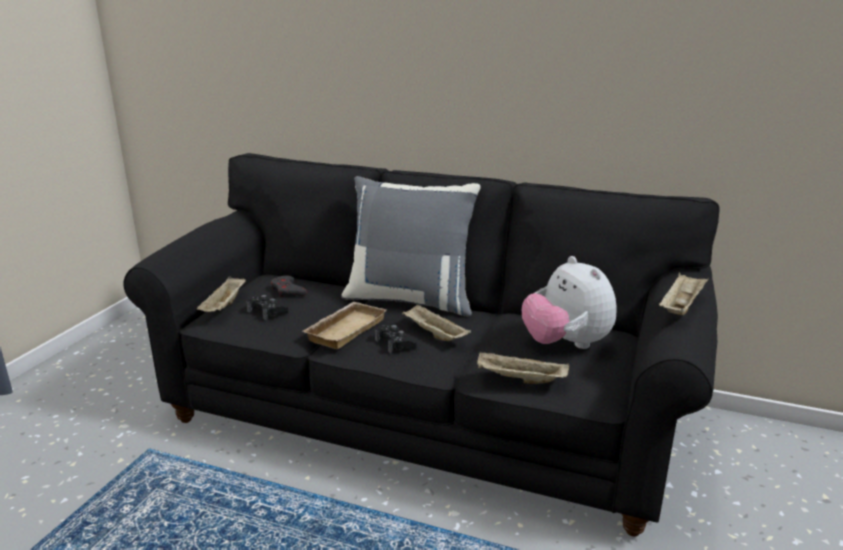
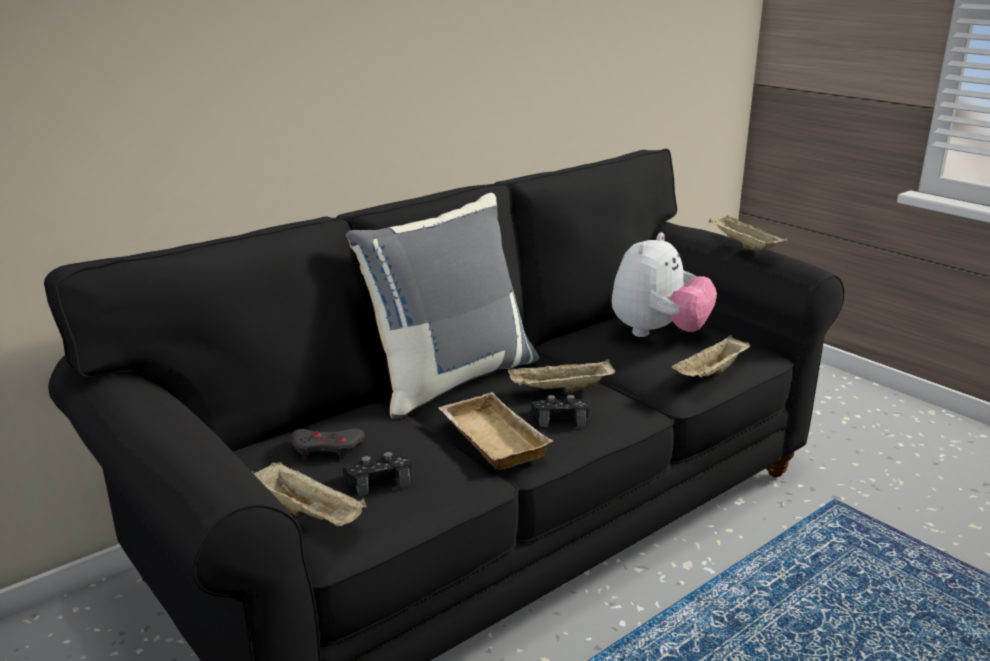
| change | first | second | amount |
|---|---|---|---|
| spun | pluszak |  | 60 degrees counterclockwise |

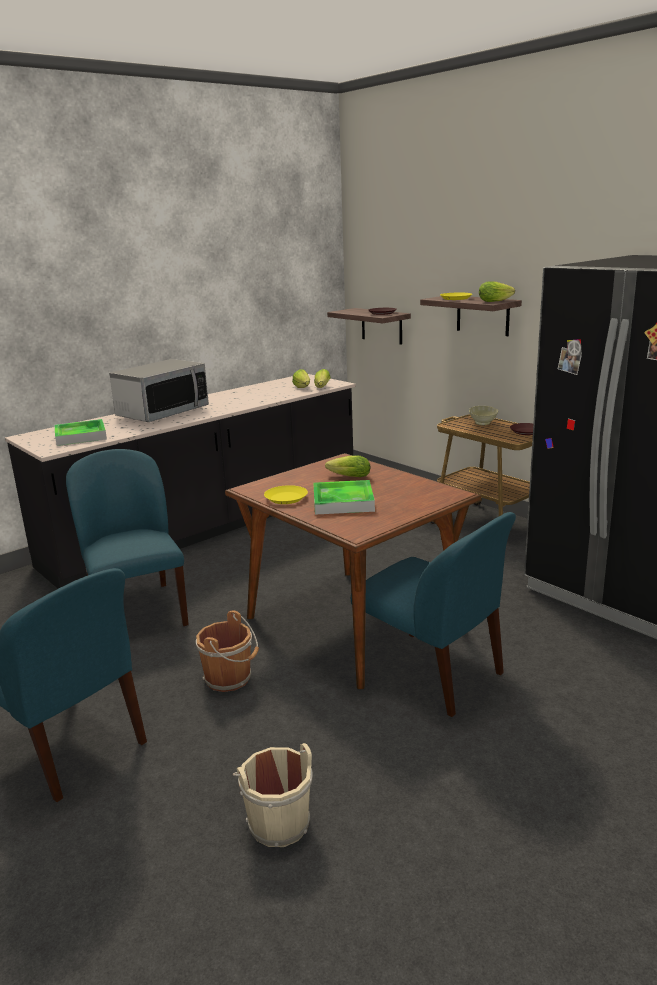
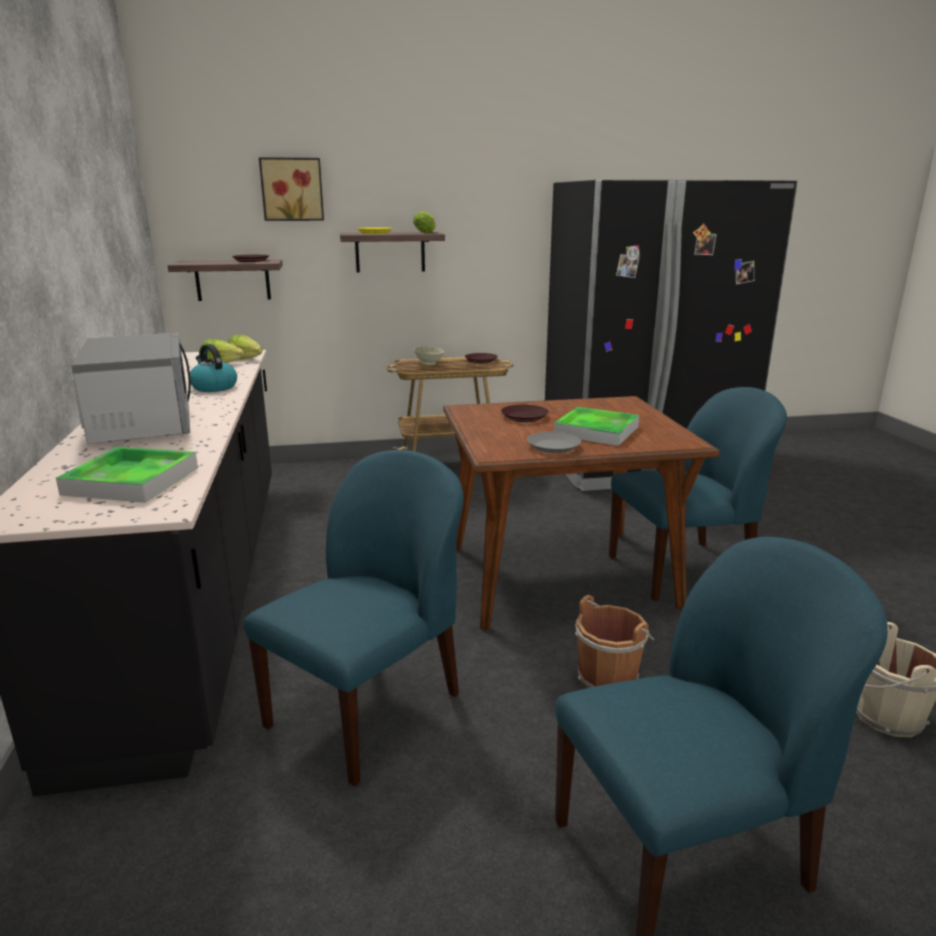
| change | first | second | amount |
|---|---|---|---|
| spun | krzesło [niebieski] (no. 2 from left in the first image) | krzesło [niebieski] (no. 1 from left) | 120 degrees clockwise |
| colour | talerz [żółty] (no. 1 from left) | talerz [szary] |  |
| exchanged | sałata (no. 3 from left) | talerz [brązowy] (no. 3 from left) |  |
| appeared |  | czajnik |  |
| appeared |  | obraz |  |

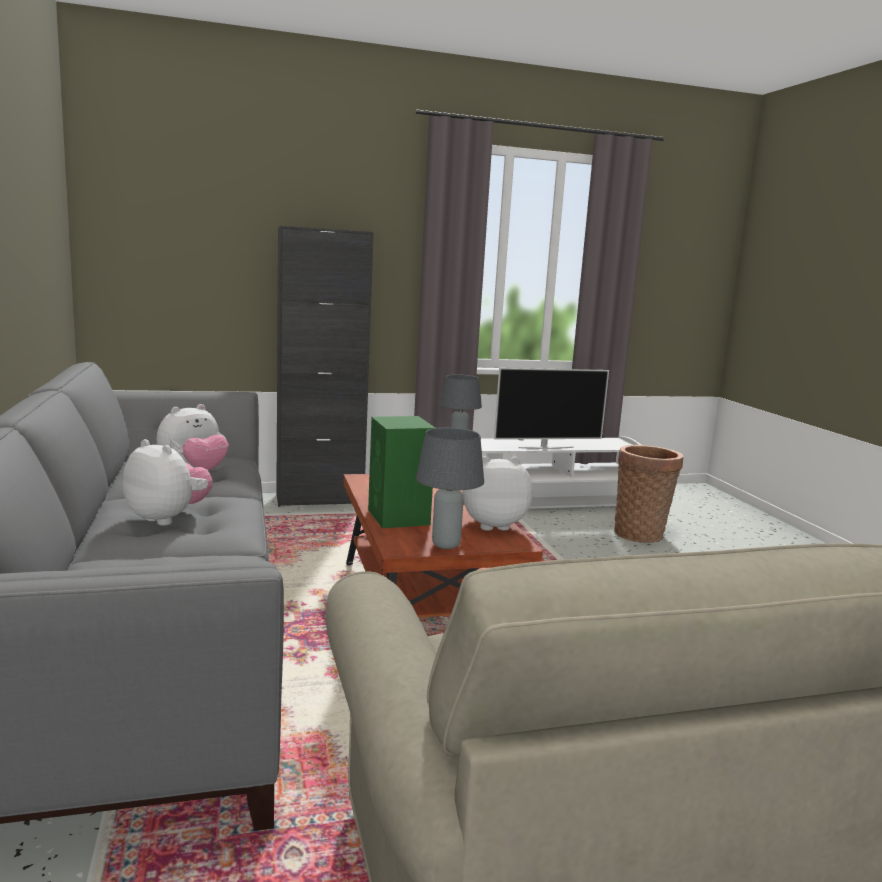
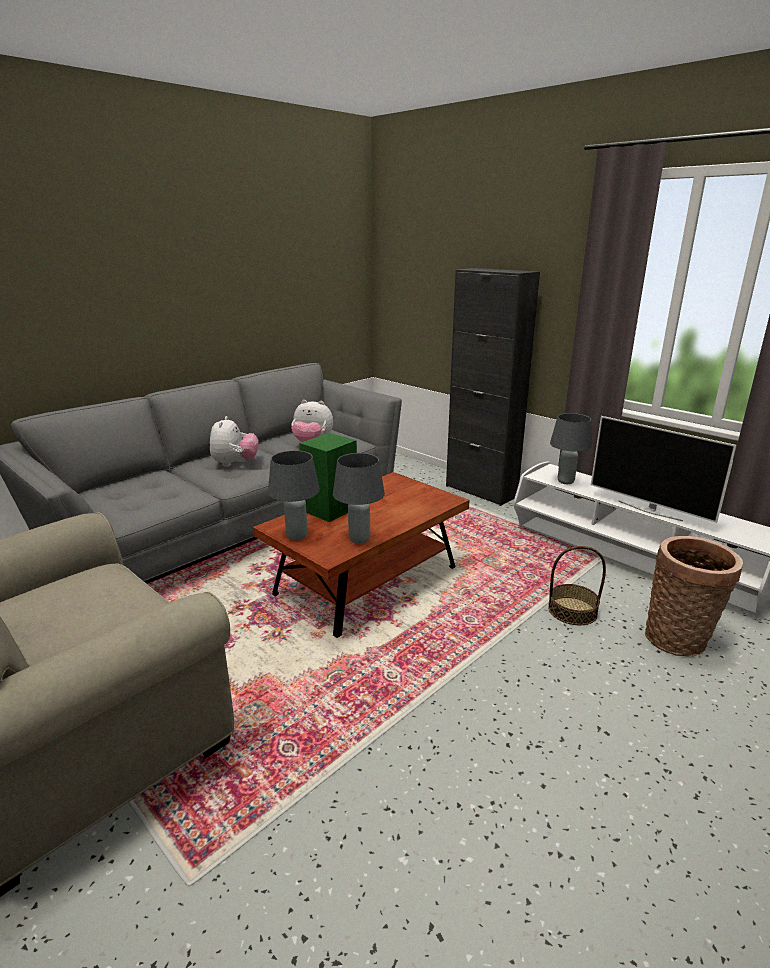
| change | first | second | amount |
|---|---|---|---|
| exchanged | pluszak (no. 3 from left) | lampa stołowa [szary] (no. 2 from left) |  |
| appeared |  | koszyk (no. 1 from left) |  |

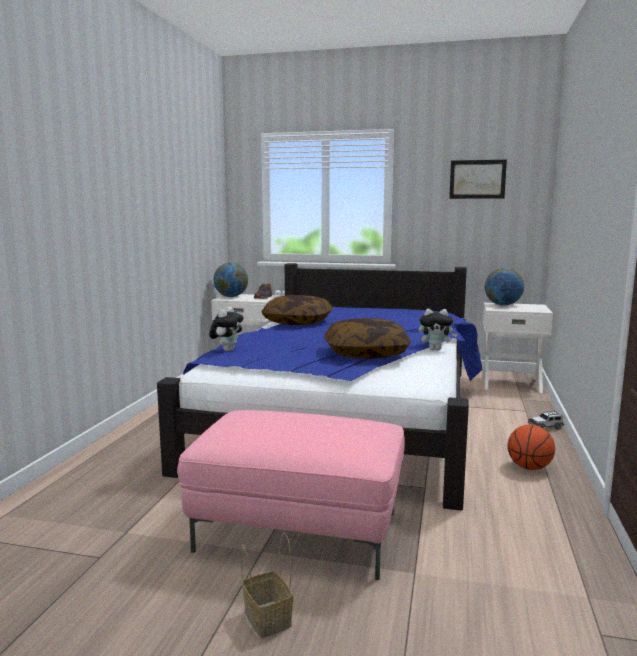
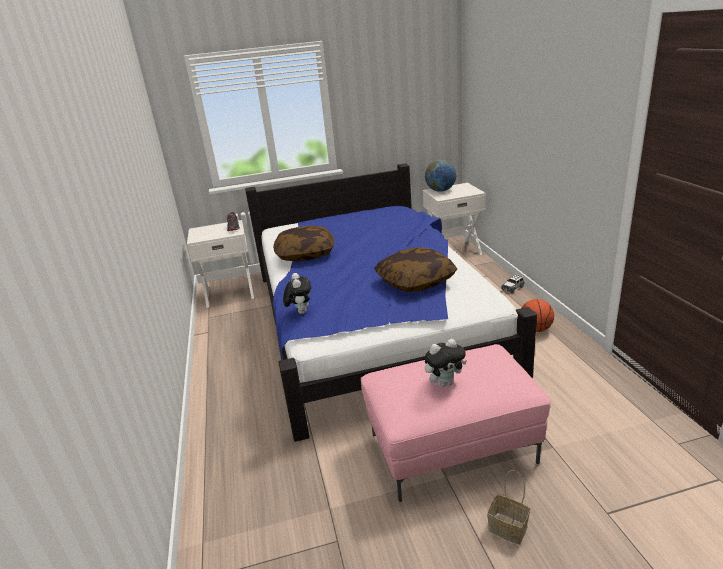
| change | first | second | amount |
|---|---|---|---|
| missing | globus (no. 1 from left) |  |  |
| relocated | pluszak (no. 2 from left) |  |  |
| missing | obraz |  |  |

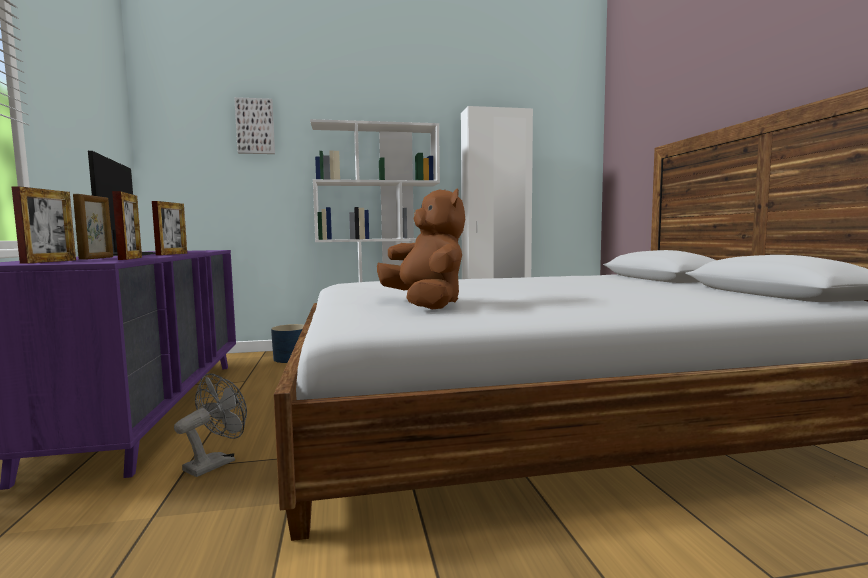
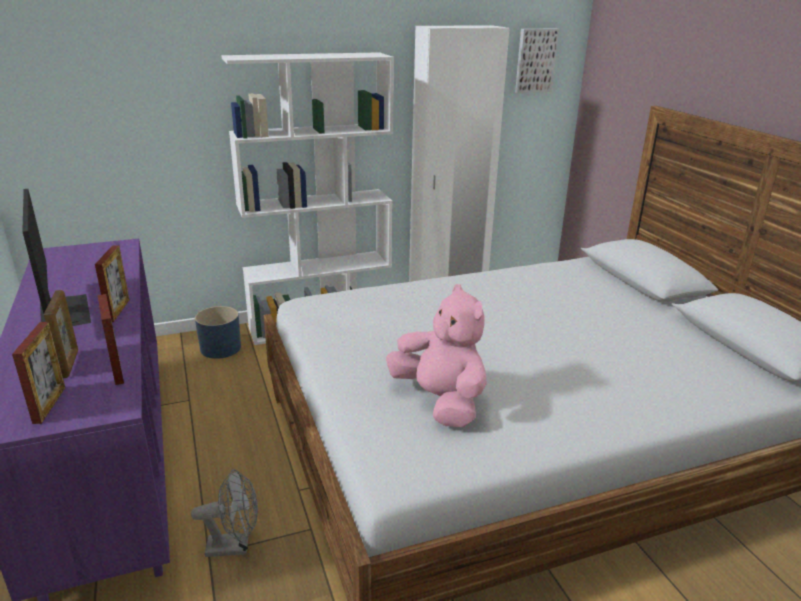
| change | first | second | amount |
|---|---|---|---|
| spun | wentylator [szary] |  | 60 degrees clockwise |
| relocated | obraz |  |  |
| colour | pluszak [brązowy] | pluszak [różowy] |  |

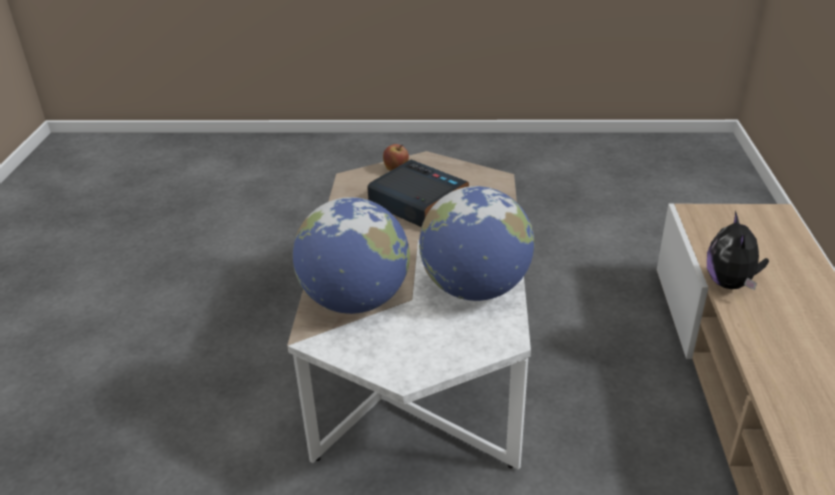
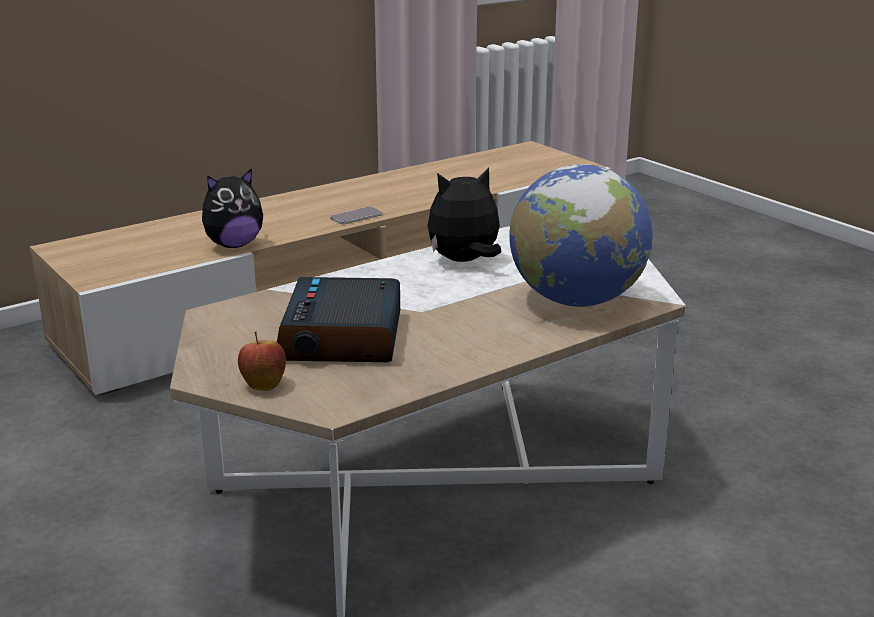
| change | first | second | amount |
|---|---|---|---|
| exchanged | globus (no. 2 from left) | pluszak (no. 2 from left) |  |
| appeared |  | telefon |  |

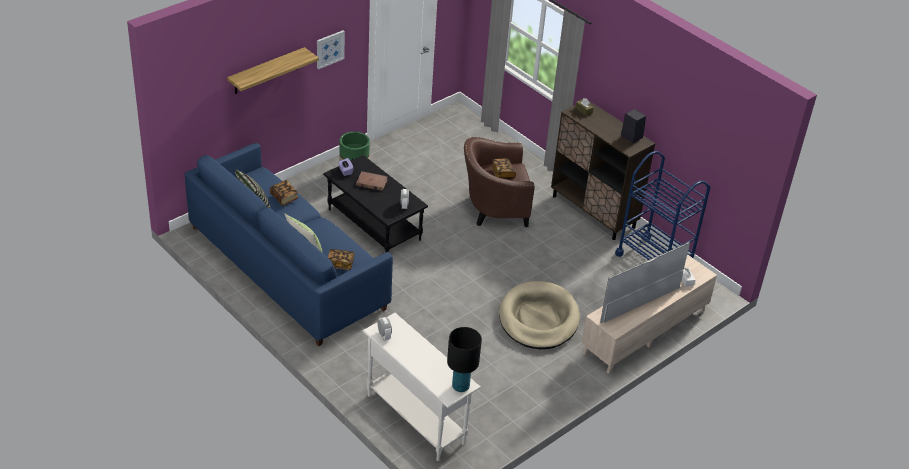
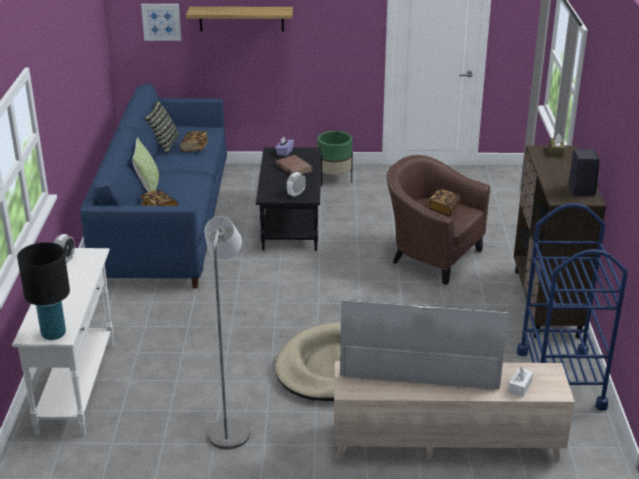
| change | first | second | amount |
|---|---|---|---|
| relocated | obraz |  |  |
| appeared |  | lampa stojąca [szary] |  |

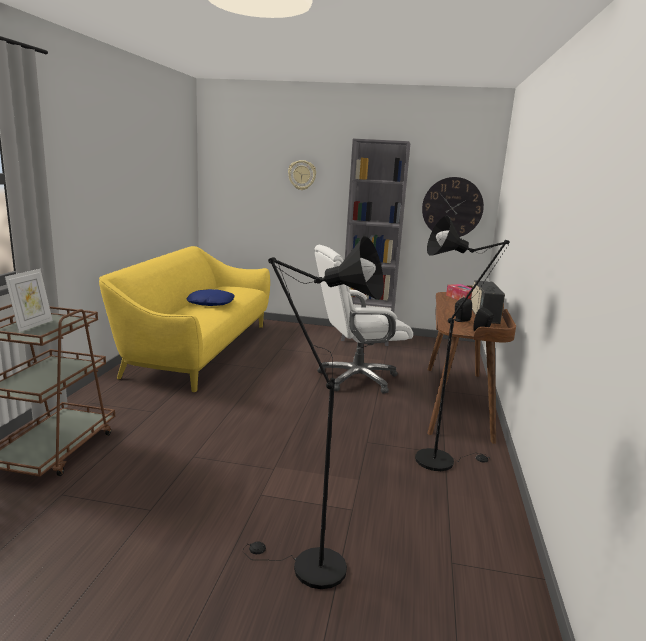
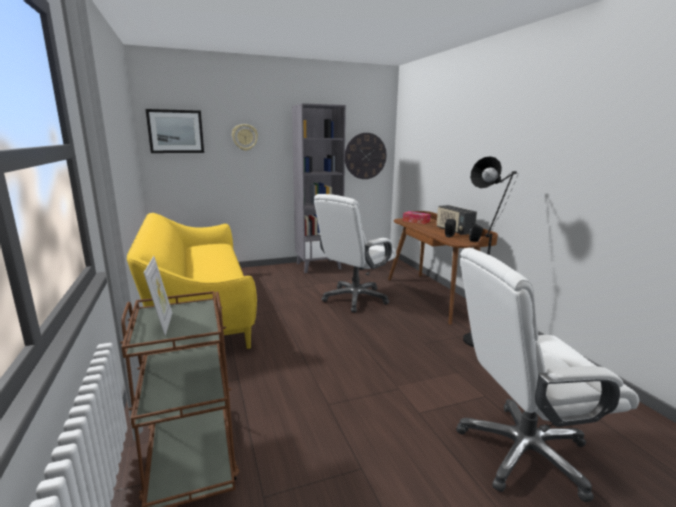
| change | first | second | amount |
|---|---|---|---|
| missing | poduszka [niebieski] |  |  |
| exchanged | lampa stojąca [czarny] (no. 1 from left) | krzesło biurowe [biały] (no. 2 from left) |  |
| appeared |  | obraz |  |

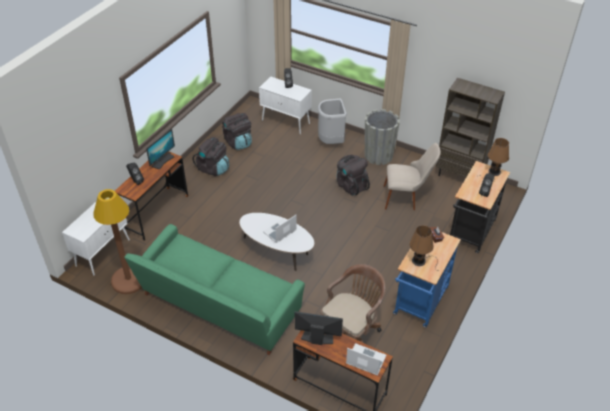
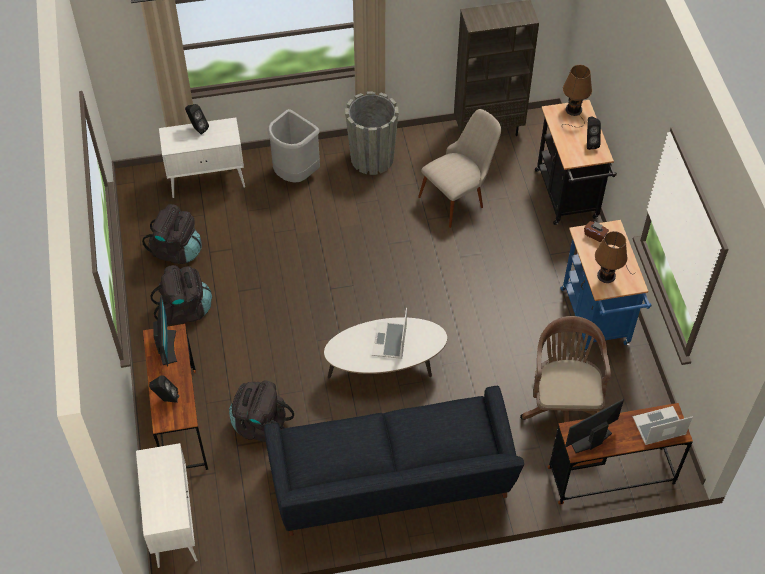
| change | first | second | amount |
|---|---|---|---|
| missing | lampa stojąca [brązowy] |  |  |
| colour | kanapa [zielony] | kanapa [czarny] |  |
| relocated | plecak [czarny] (no. 3 from left) |  |  |

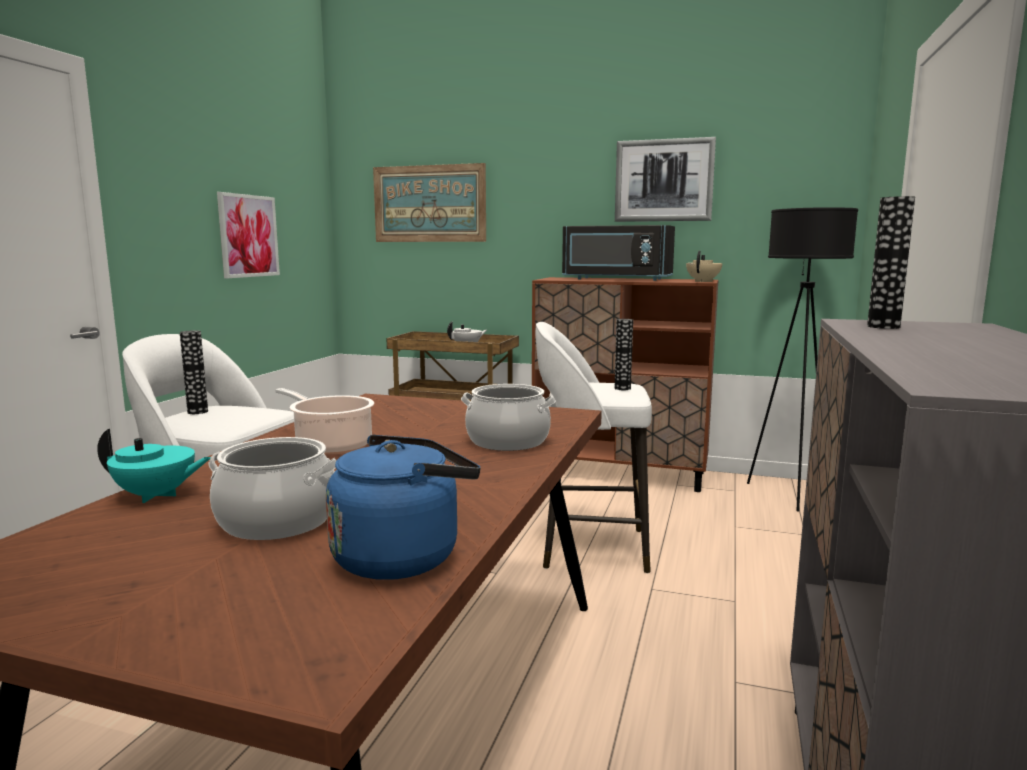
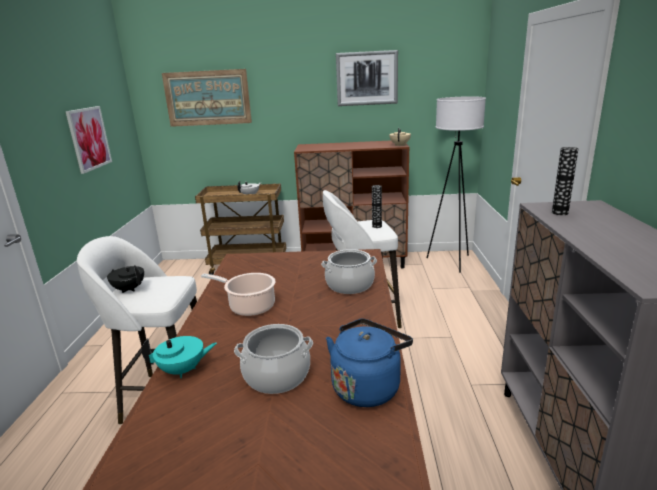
| change | first | second | amount |
|---|---|---|---|
| exchanged | wazon (no. 1 from left) | imbryk [czarny] |  |
| missing | mikrofalówka [czarny] |  |  |
| colour | lampa stojąca [czarny] | lampa stojąca [biały] |  |

